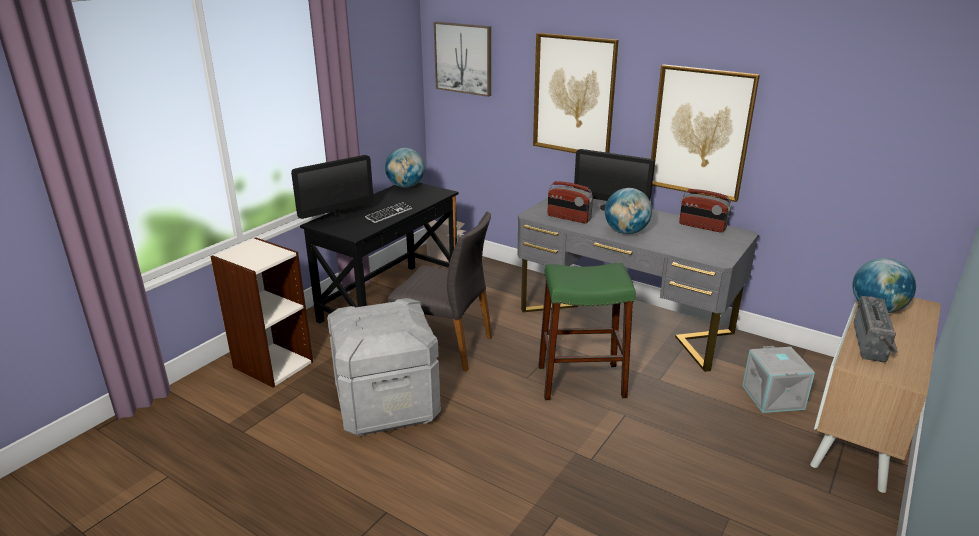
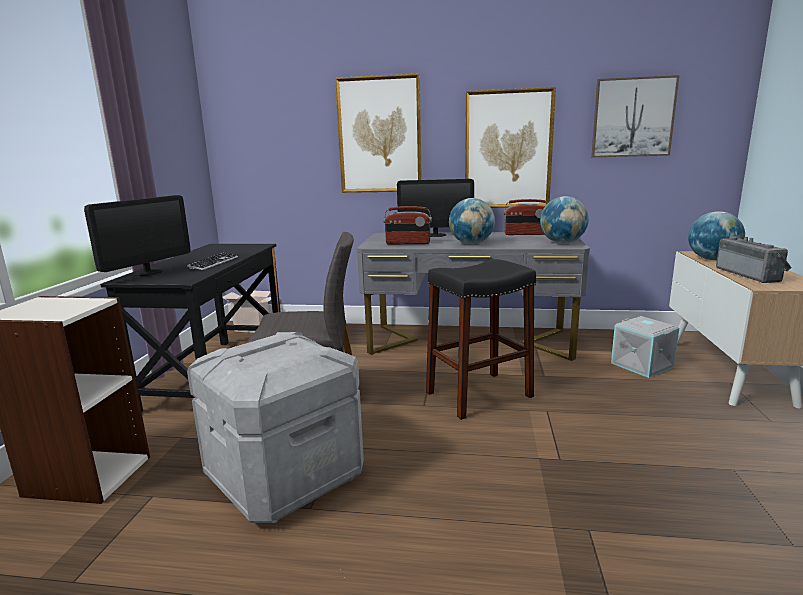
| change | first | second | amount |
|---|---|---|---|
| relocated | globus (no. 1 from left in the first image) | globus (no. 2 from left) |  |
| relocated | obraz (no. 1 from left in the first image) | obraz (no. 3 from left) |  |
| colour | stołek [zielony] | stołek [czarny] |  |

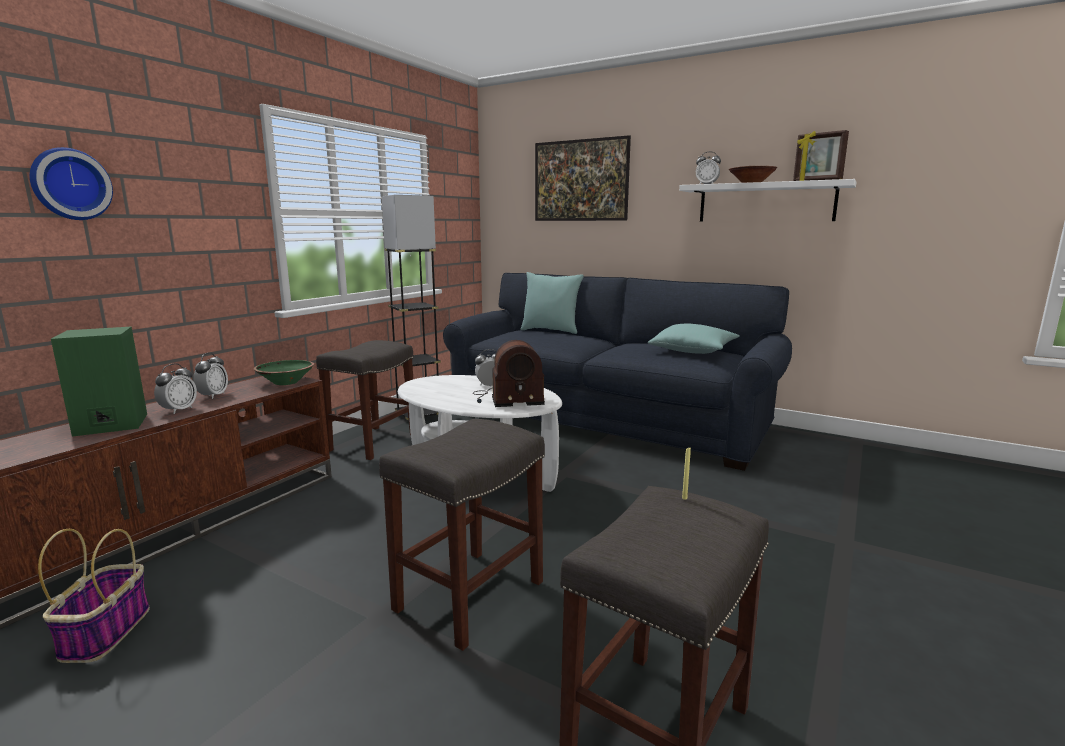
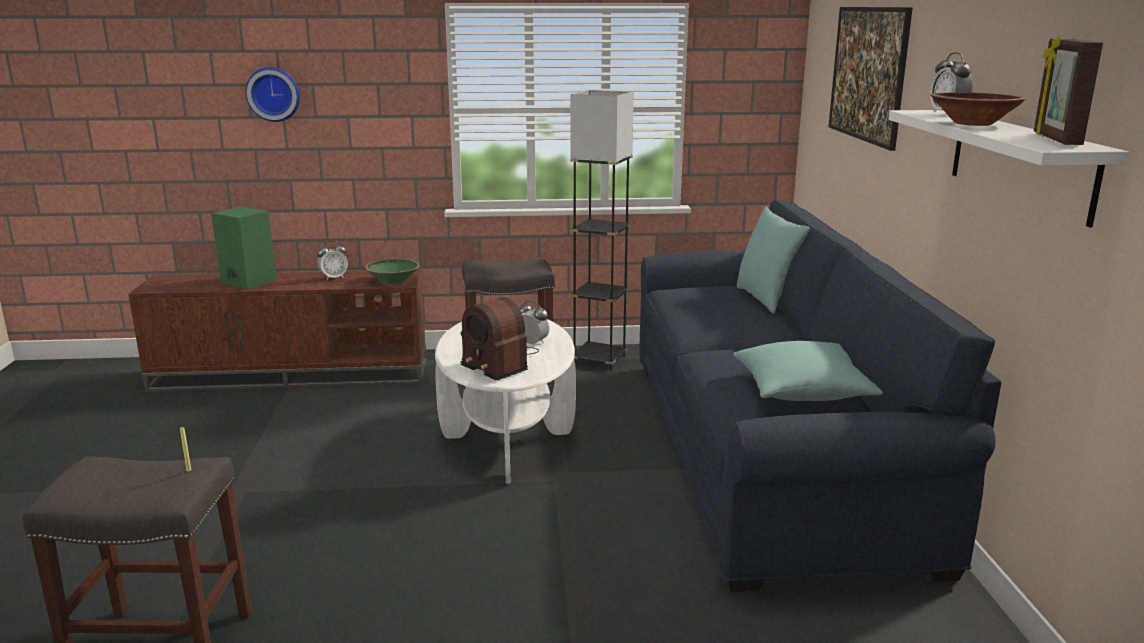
| change | first | second | amount |
|---|---|---|---|
| missing | koszyk |  |  |
| missing | budzik (no. 1 from left) |  |  |
| missing | stołek [szary] (no. 2 from left) |  |  |

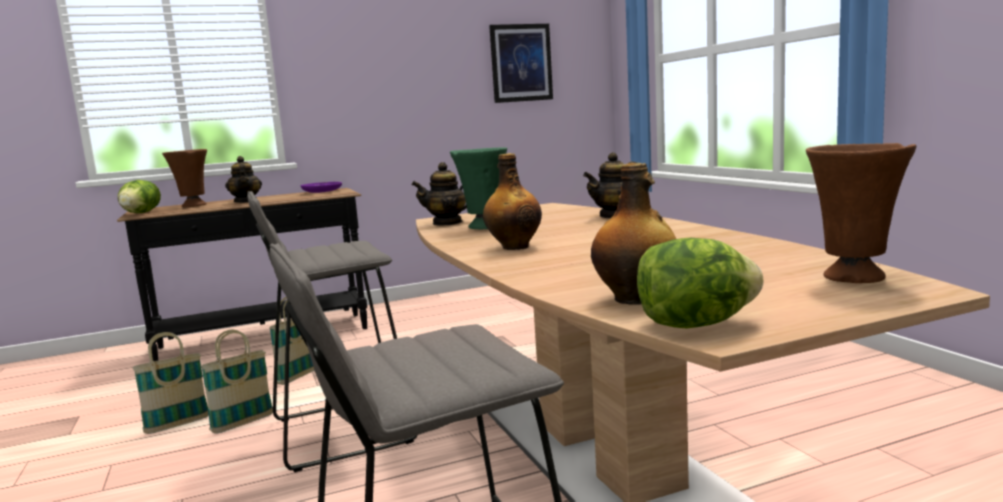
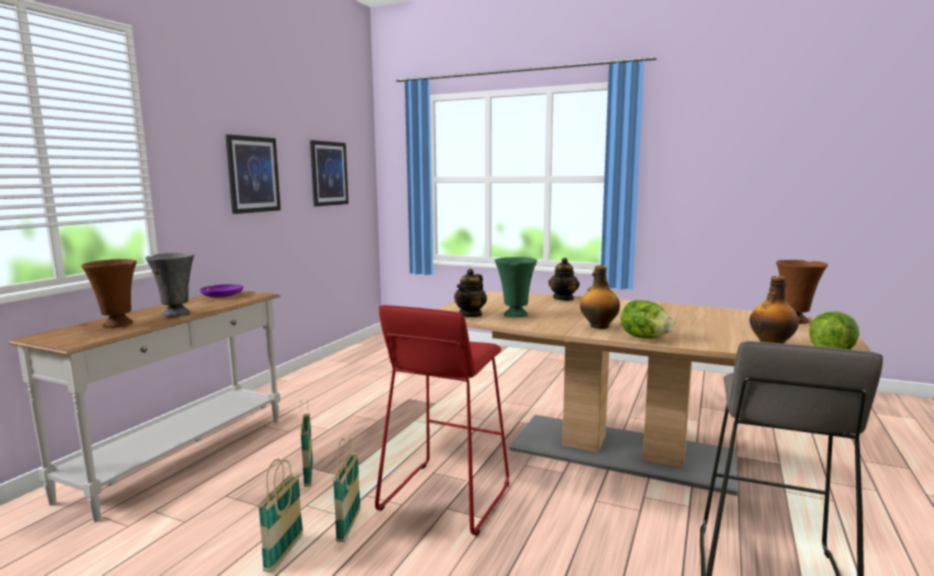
| change | first | second | amount |
|---|---|---|---|
| colour | stolik konsolowy [czarny] | stolik konsolowy [biały] |  |
| relocated | sałata (no. 1 from left) |  |  |
| exchanged | imbryk (no. 1 from left) | wazon [szary] |  |
| colour | stołek [szary] (no. 1 from left) | stołek [czerwony] |  |
| appeared |  | obraz (no. 1 from left) |  |

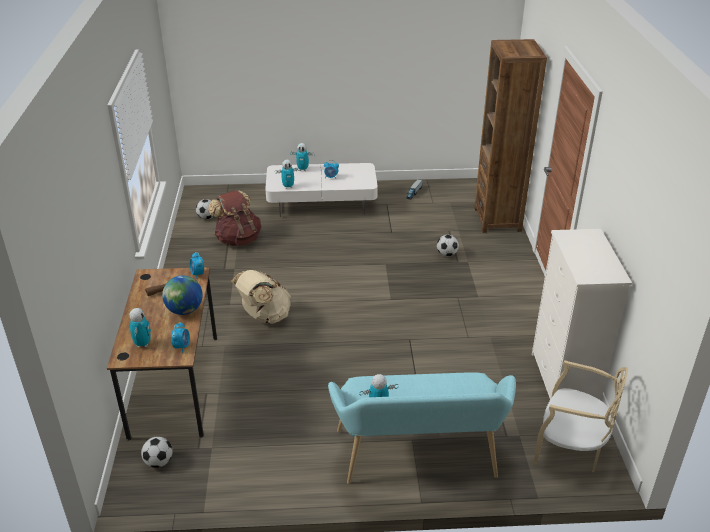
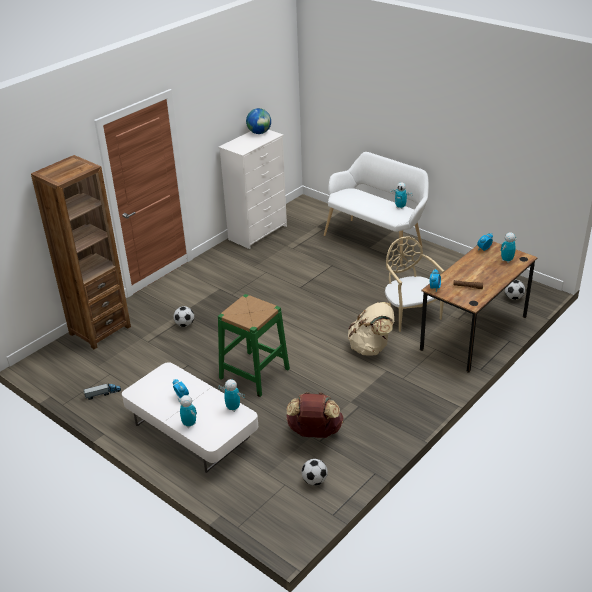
| change | first | second | amount |
|---|---|---|---|
| relocated | globus |  |  |
| colour | ławka [turkusowy] | ławka [biały] |  |
| relocated | krzesło [beżowy] |  |  |
| appeared |  | stołek [zielony] |  |

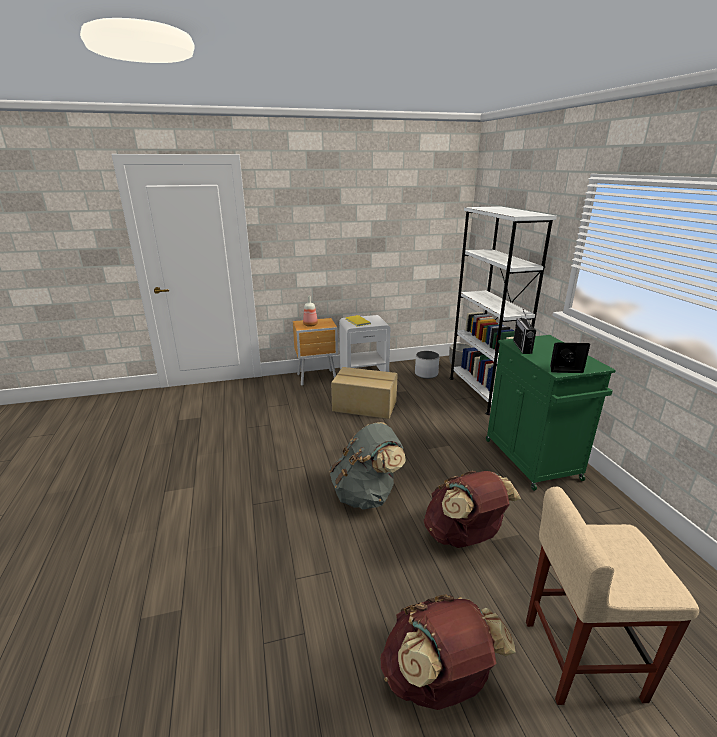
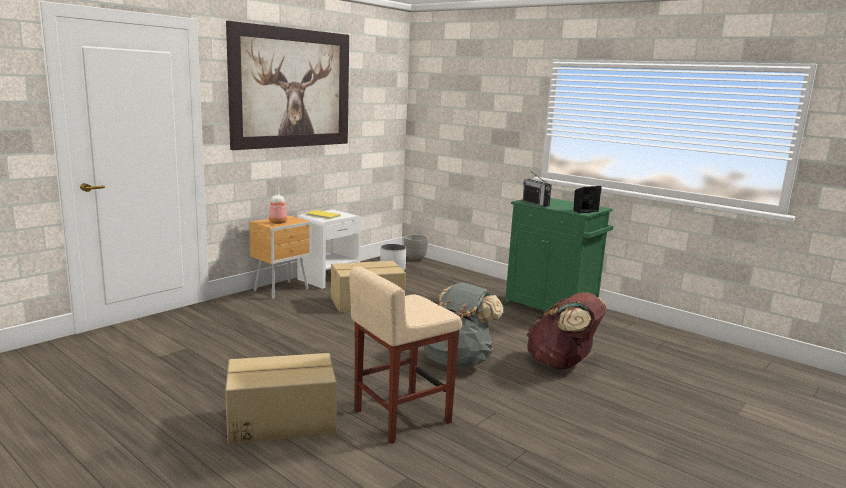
| change | first | second | amount |
|---|---|---|---|
| missing | plecak [brązowy] (no. 1 from left) |  |  |
| missing | regał [biały] |  |  |
| relocated | stołek [beżowy] |  |  |
| appeared |  | karton (no. 1 from left) |  |
| appeared |  | obraz |  |

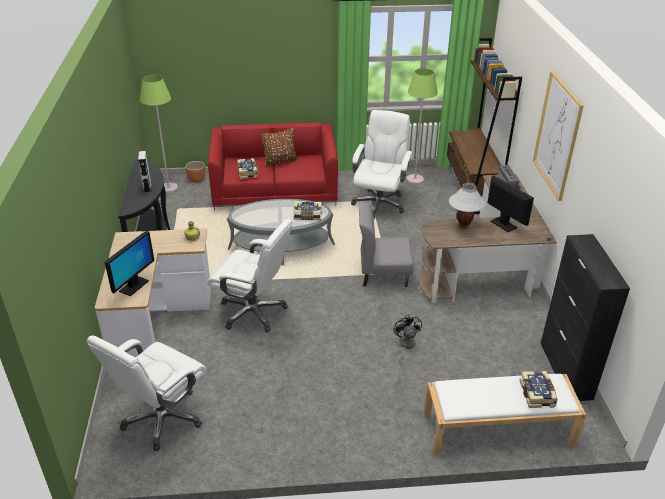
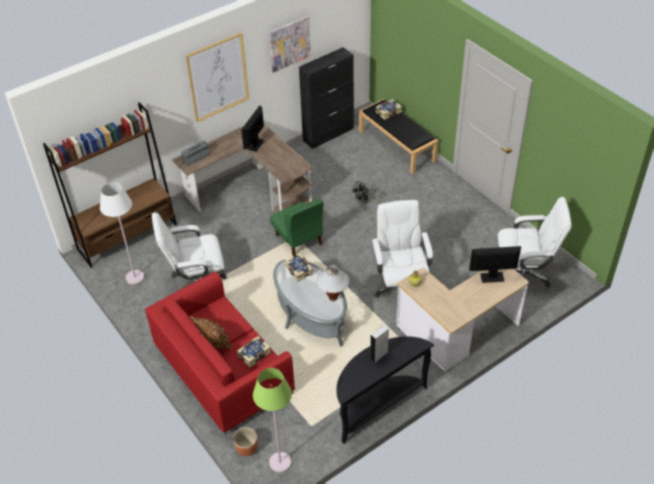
| change | first | second | amount |
|---|---|---|---|
| colour | krzesło [szary] | krzesło [zielony] |  |
| colour | lampa stojąca [zielony] (no. 2 from left) | lampa stojąca [biały] |  |
| colour | ławka [biały] | ławka [czarny] |  |
| relocated | lampa stołowa [biały] |  |  |
| appeared |  | obraz (no. 2 from left) |  |

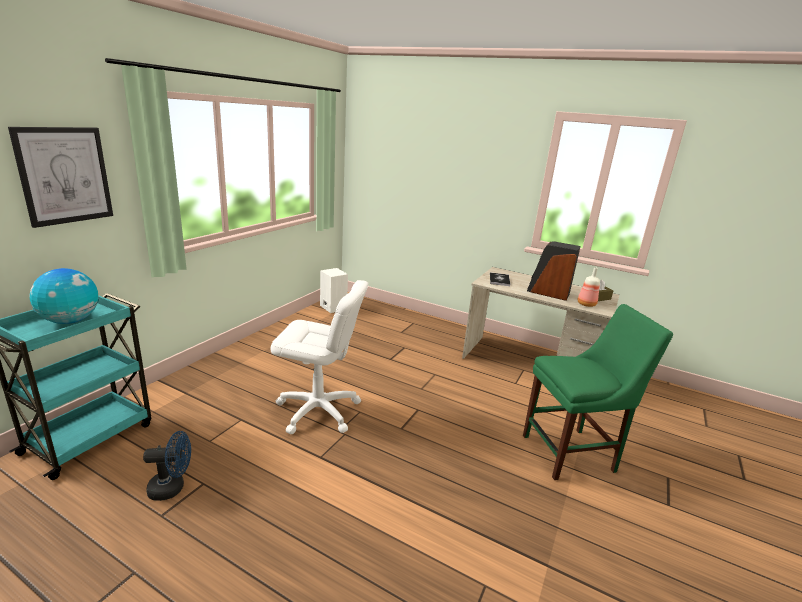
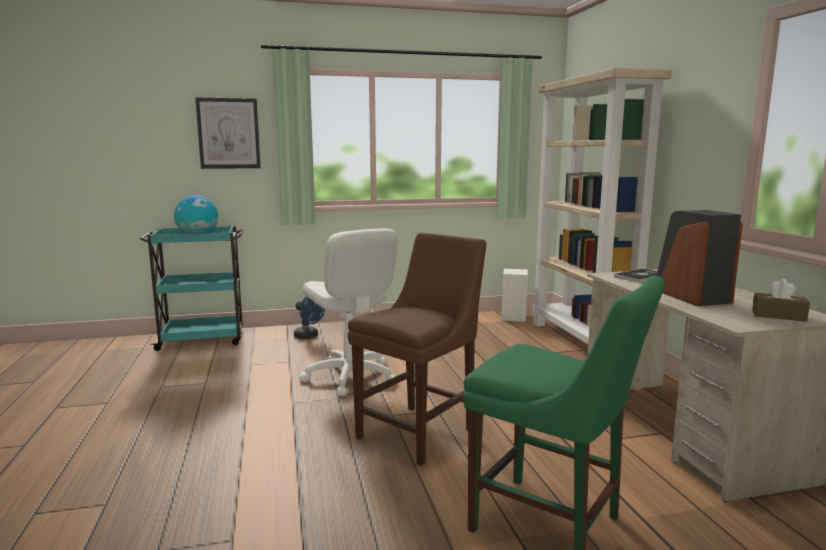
| change | first | second | amount |
|---|---|---|---|
| relocated | wentylator [niebieski] |  |  |
| missing | butelka |  |  |
| appeared |  | krzesło [brązowy] |  |
| appeared |  | regał [beżowy] |  |

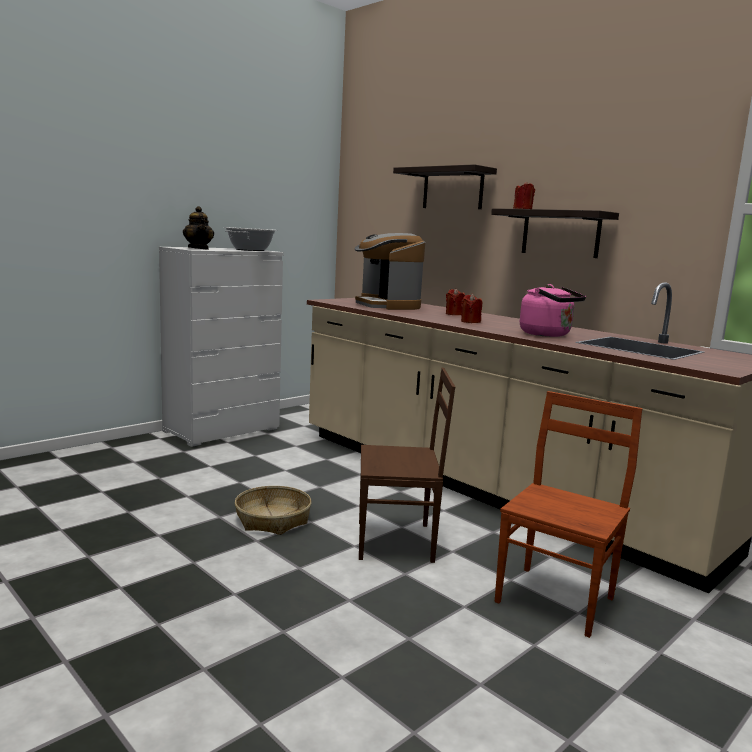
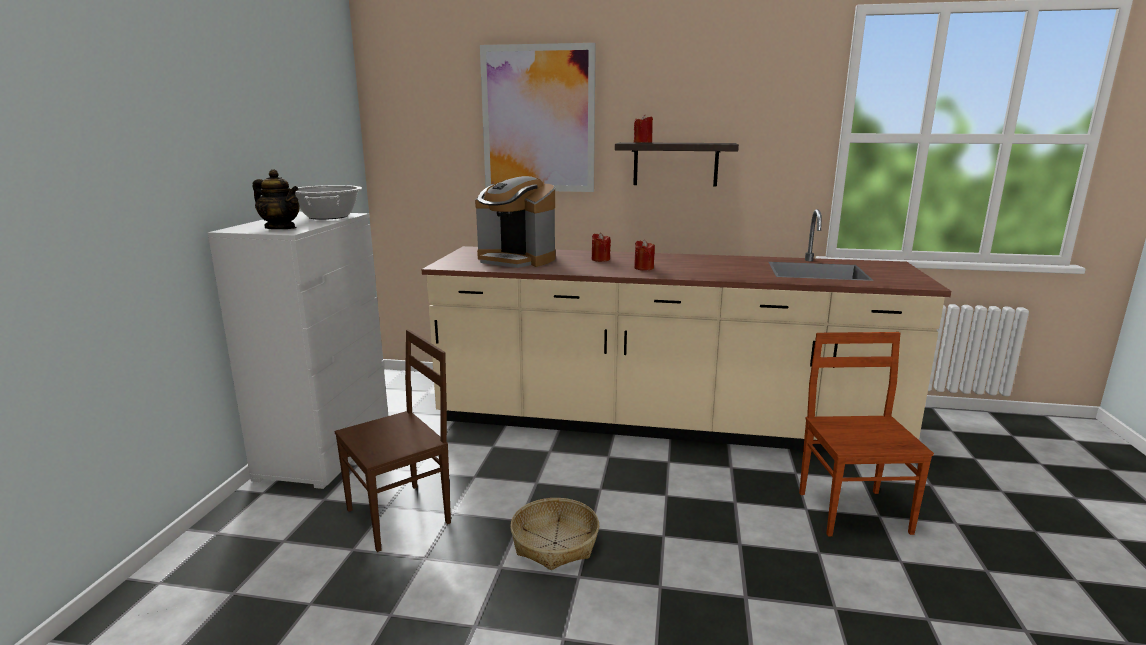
| change | first | second | amount |
|---|---|---|---|
| relocated | krzesło [brązowy] (no. 1 from left) |  |  |
| exchanged | półka (no. 1 from left) | obraz |  |
| missing | czajnik [różowy] |  |  |

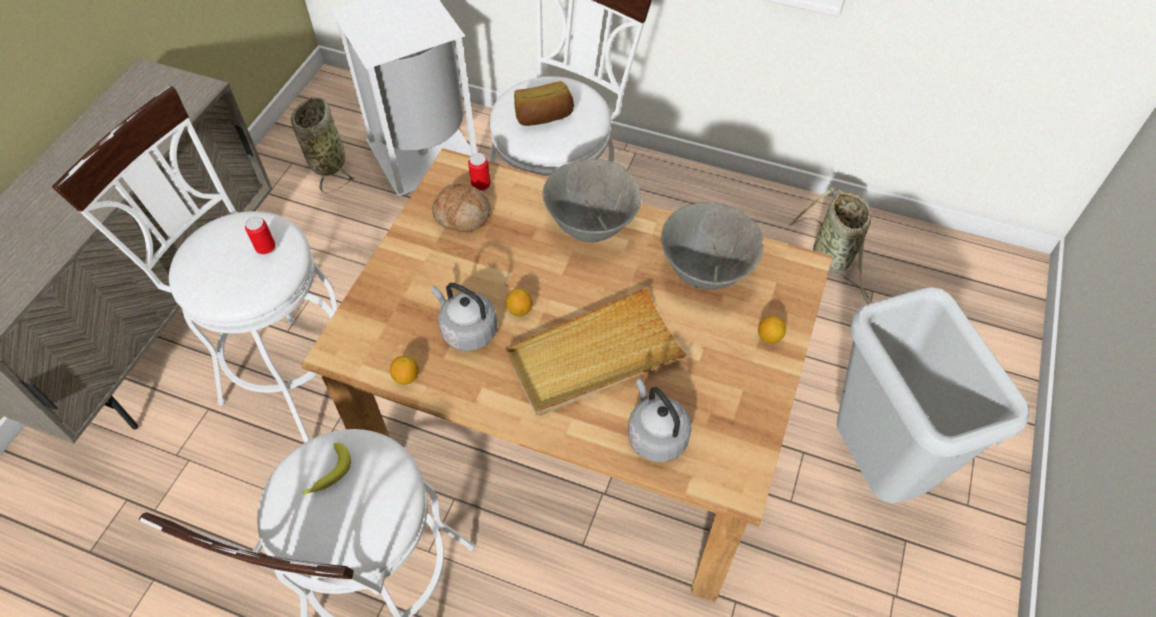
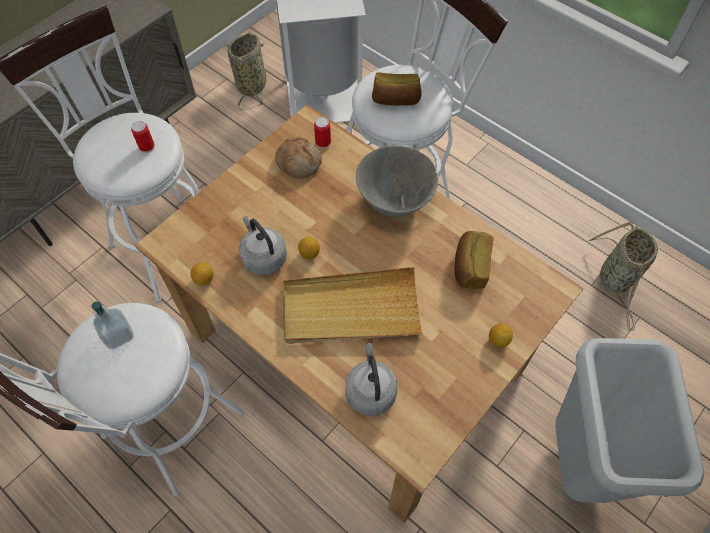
| change | first | second | amount |
|---|---|---|---|
| exchanged | banan | dozownik mydła |  |
| exchanged | miska [szary] (no. 2 from left) | chleb (no. 3 from left) |  |

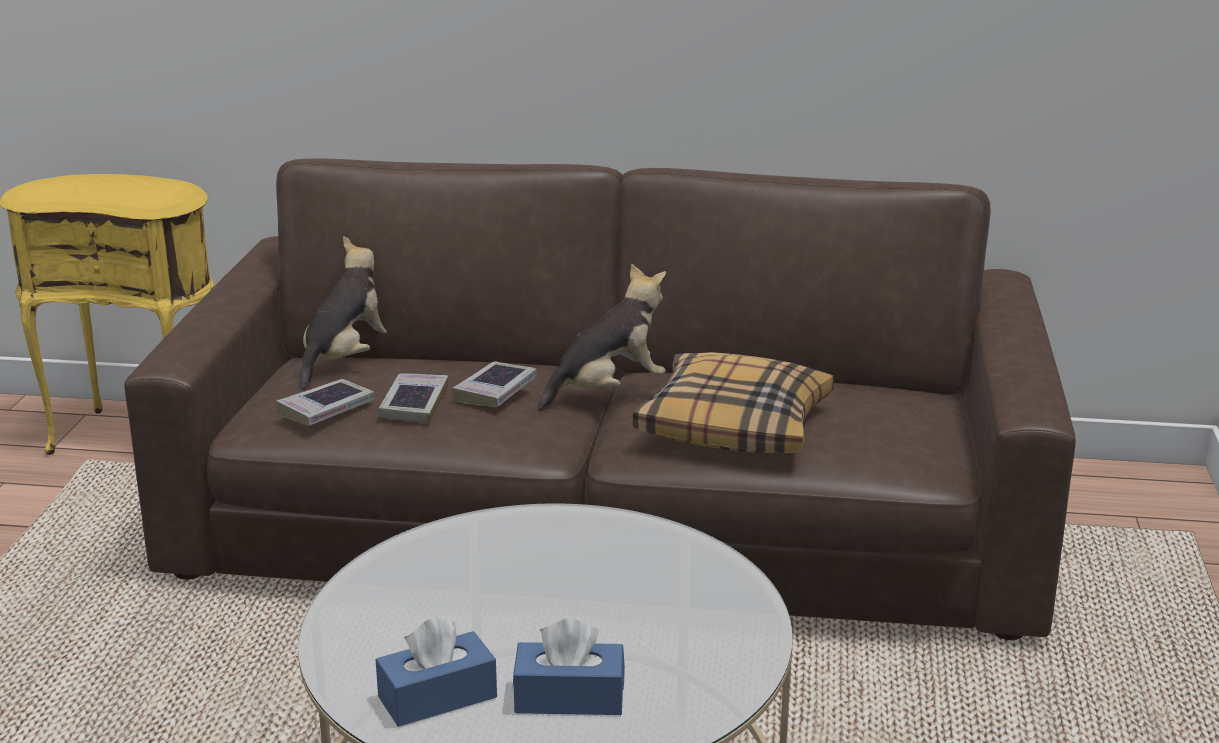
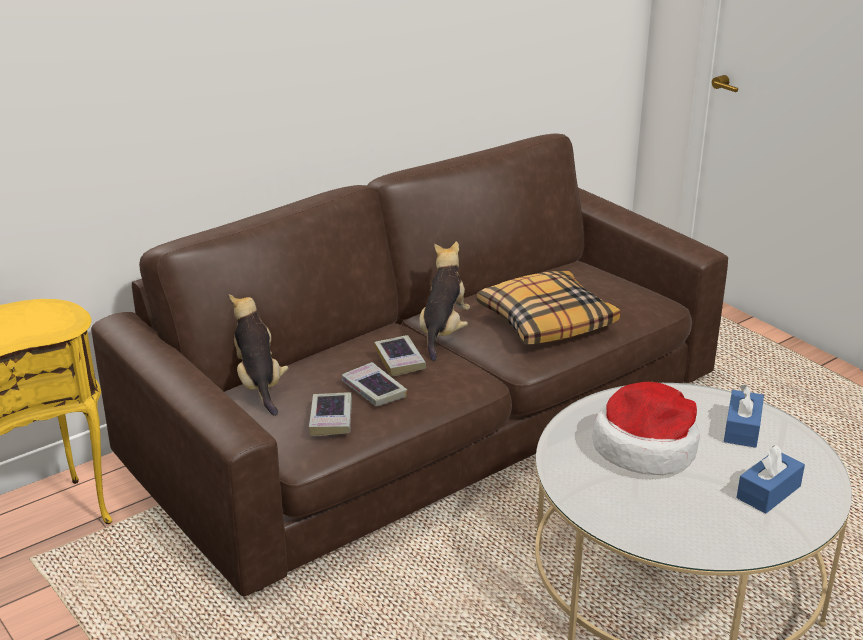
| change | first | second | amount |
|---|---|---|---|
| relocated | pudełko chusteczek [niebieski] (no. 1 from left) |  |  |
| appeared |  | kapelusz |  |

